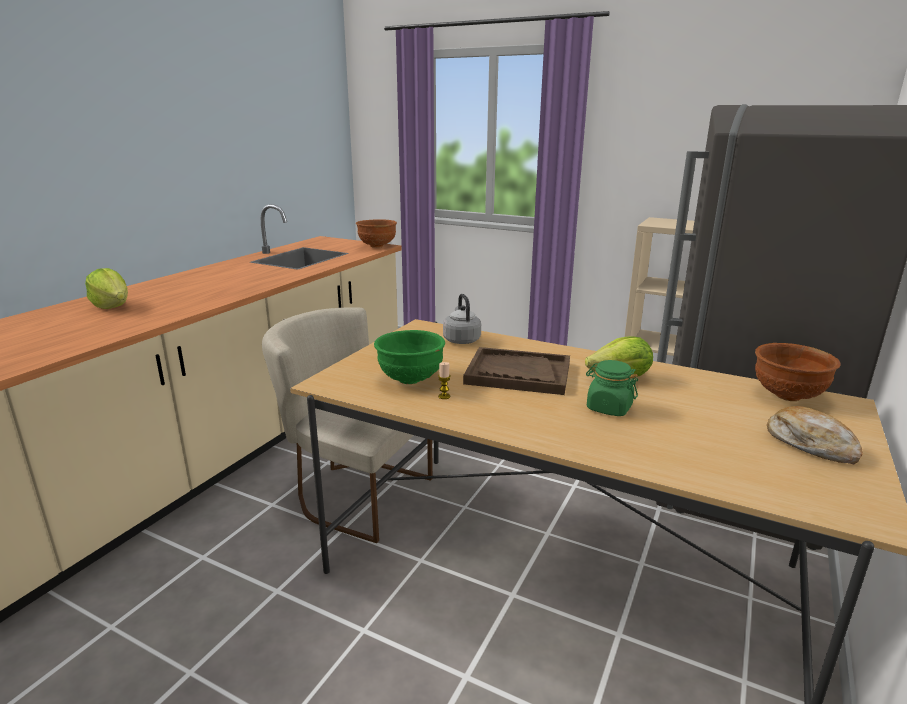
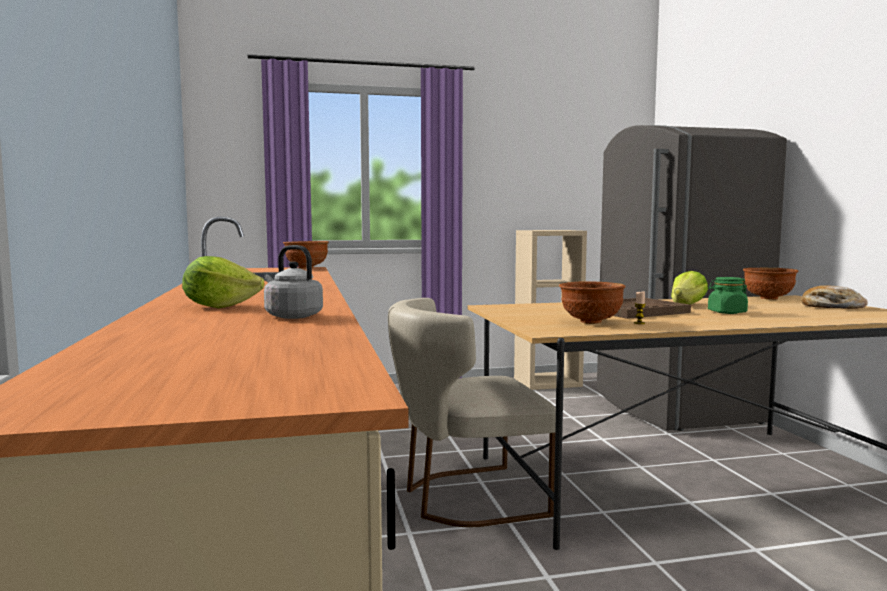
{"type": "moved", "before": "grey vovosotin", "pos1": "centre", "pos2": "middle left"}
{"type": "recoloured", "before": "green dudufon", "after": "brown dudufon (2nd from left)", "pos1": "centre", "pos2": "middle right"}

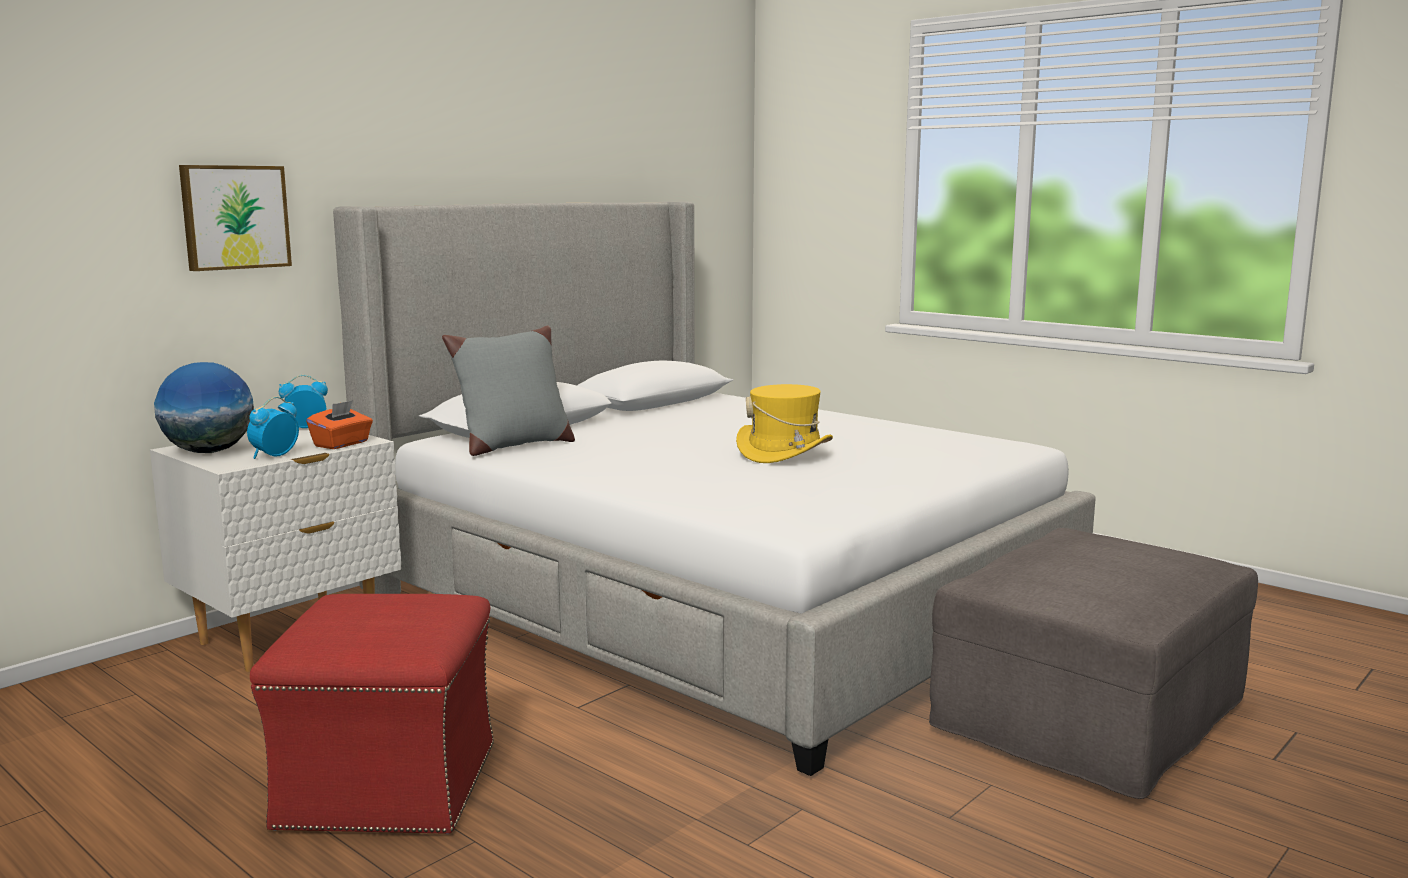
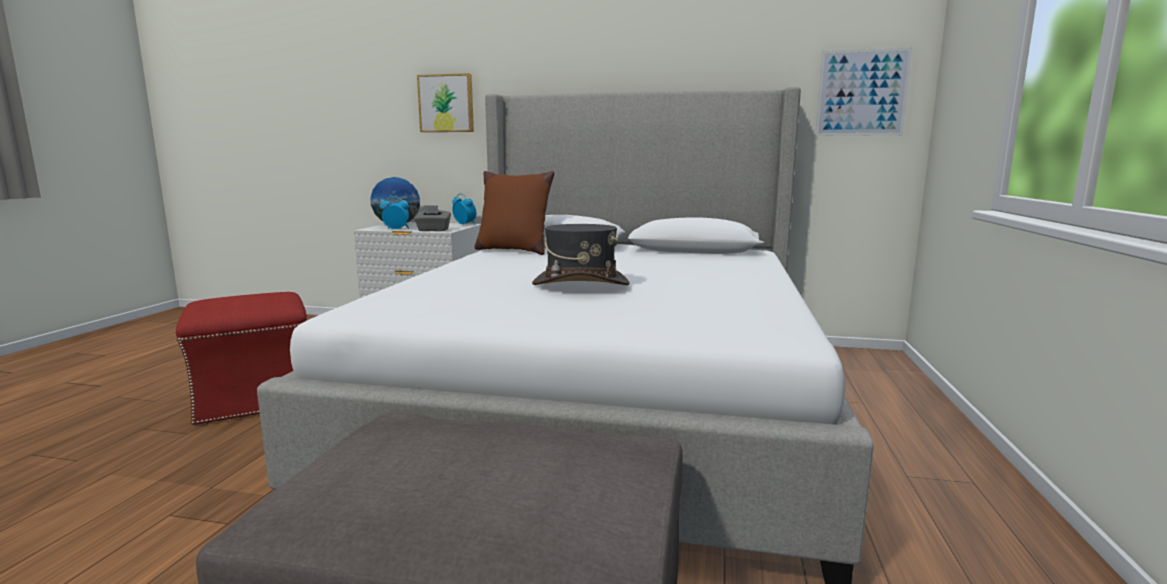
{"type": "recoloured", "before": "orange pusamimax", "after": "grey pusamimax", "pos1": "middle left", "pos2": "centre"}
{"type": "recoloured", "before": "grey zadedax", "after": "brown zadedax", "pos1": "centre", "pos2": "centre"}
{"type": "recoloured", "before": "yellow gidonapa", "after": "grey gidonapa", "pos1": "centre", "pos2": "centre"}
{"type": "added", "after": "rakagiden (2nd from left)", "pos2": "top right"}

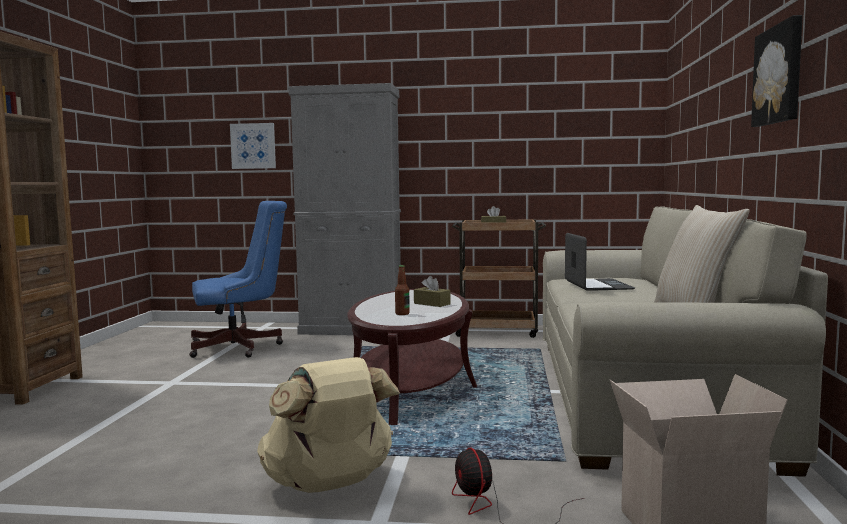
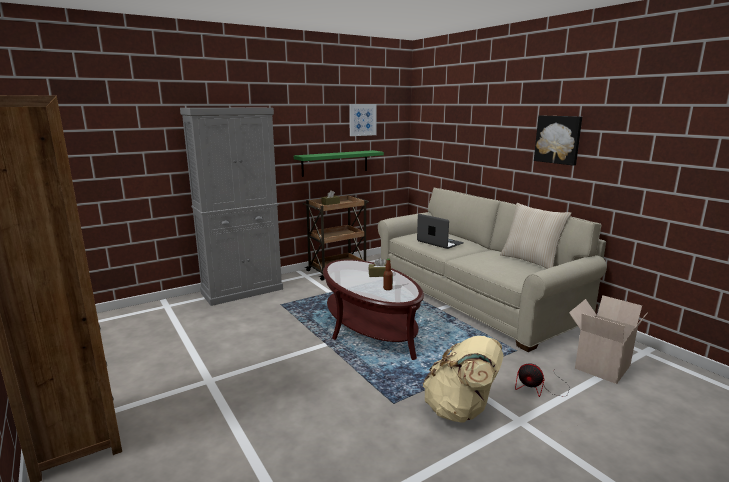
{"type": "added", "after": "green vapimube", "pos2": "centre"}
{"type": "moved", "before": "rakagiden (1st from left)", "pos1": "top left", "pos2": "top centre"}
{"type": "removed", "before": "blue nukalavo", "pos1": "middle left"}

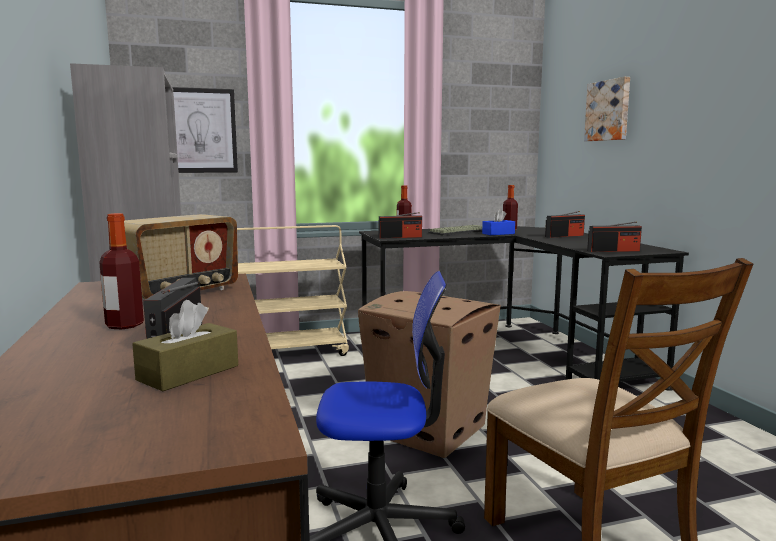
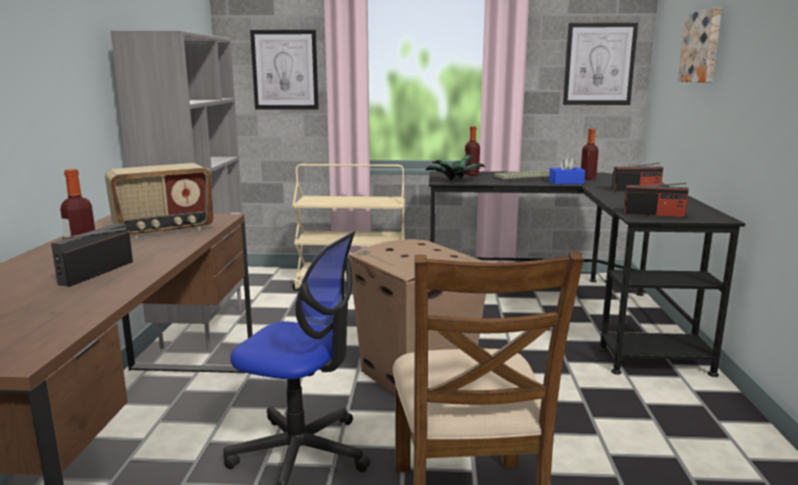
{"type": "replaced", "before": "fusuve (3rd from left)", "after": "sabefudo", "pos1": "centre", "pos2": "centre"}
{"type": "added", "after": "rakagiden (2nd from left)", "pos2": "top right"}
{"type": "removed", "before": "brown pusamimax", "pos1": "middle left"}

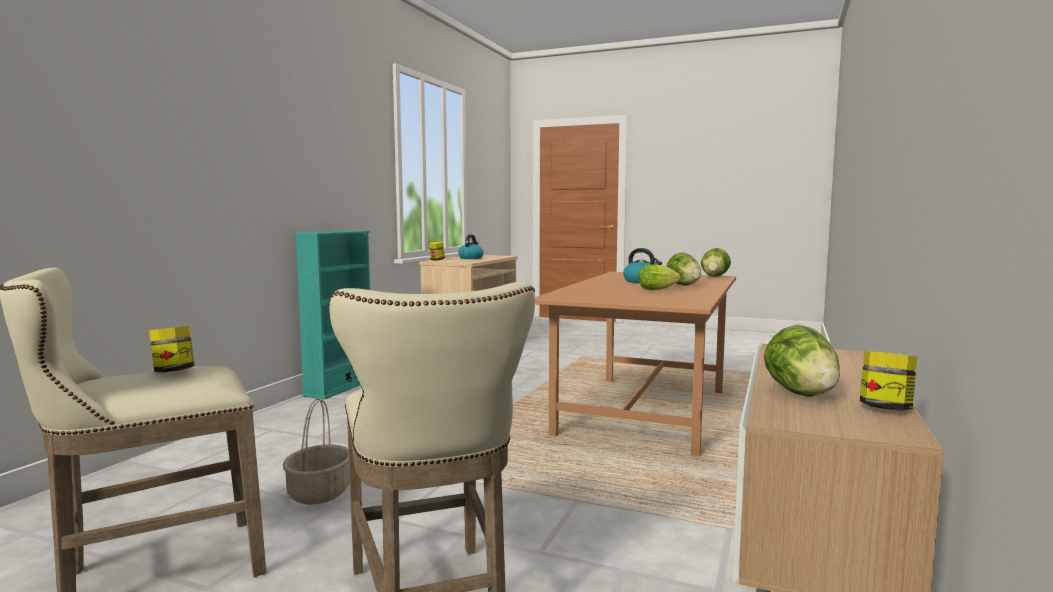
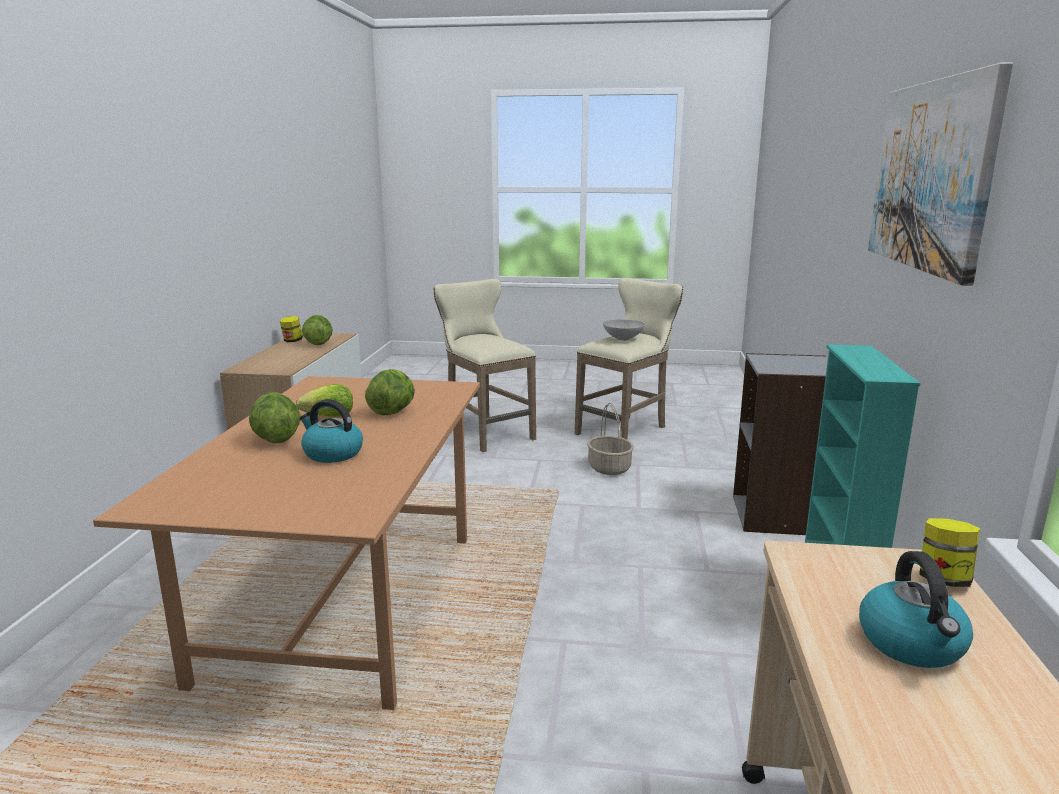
{"type": "moved", "before": "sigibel (3rd from left in the first image)", "after": "sigibel (4th from left)", "pos1": "middle right", "pos2": "centre"}
{"type": "replaced", "before": "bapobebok (1st from left)", "after": "grey dudufon", "pos1": "middle left", "pos2": "centre"}
{"type": "added", "after": "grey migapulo", "pos2": "middle right"}
{"type": "added", "after": "rakagiden", "pos2": "top right"}

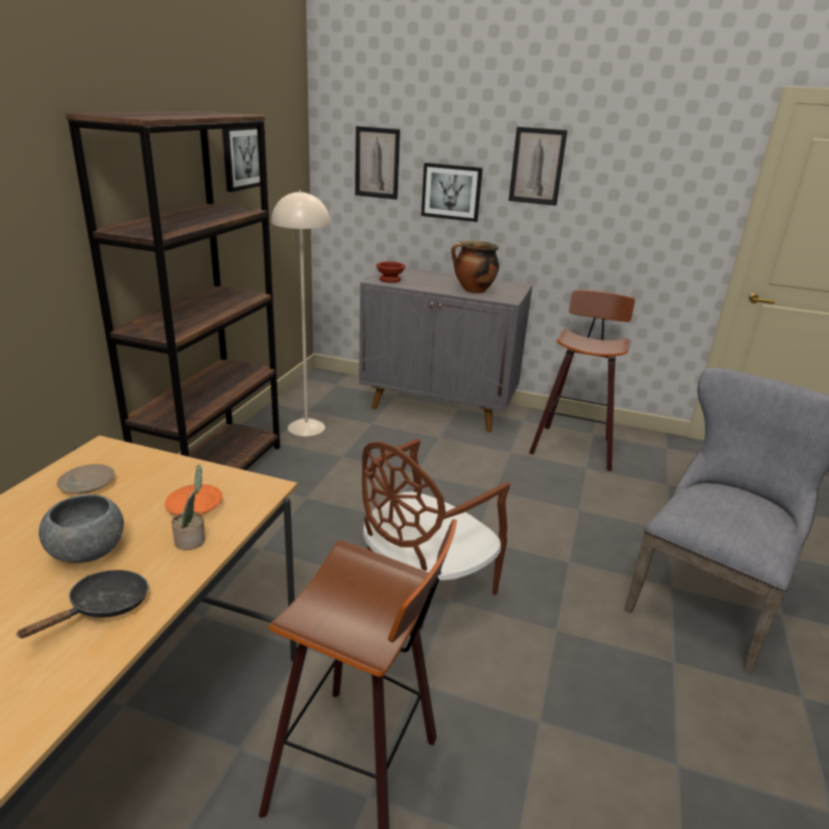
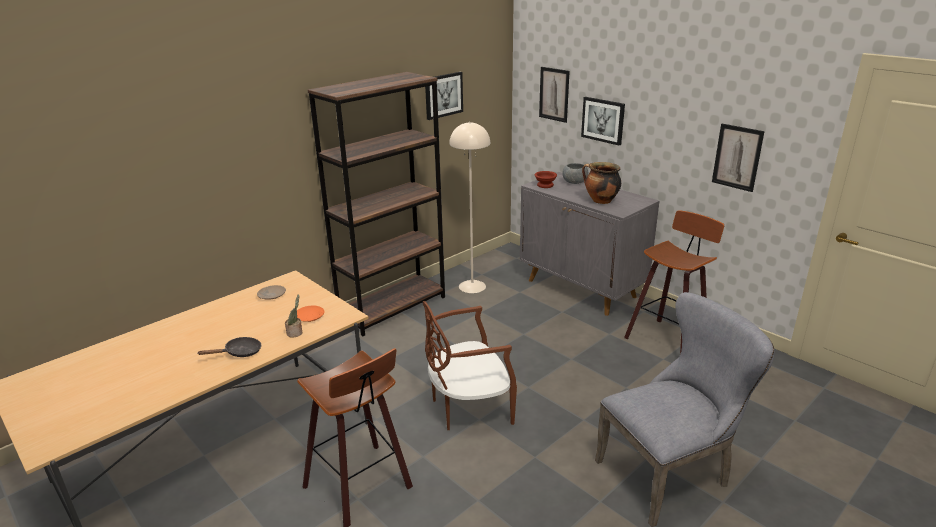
{"type": "moved", "before": "grey dudufon", "pos1": "middle left", "pos2": "top centre"}
{"type": "moved", "before": "rakagiden (4th from left)", "pos1": "top centre", "pos2": "top right"}

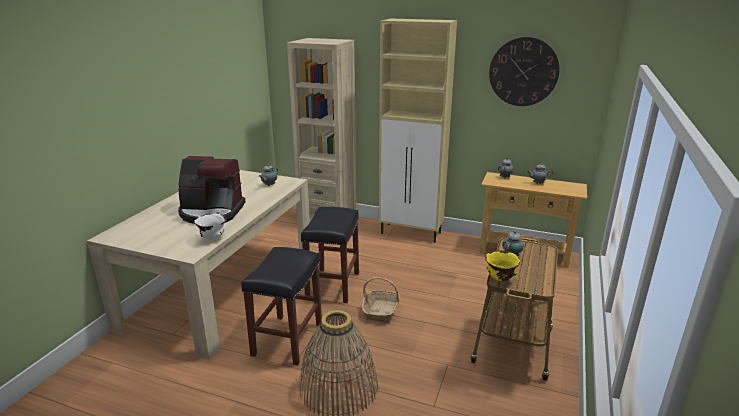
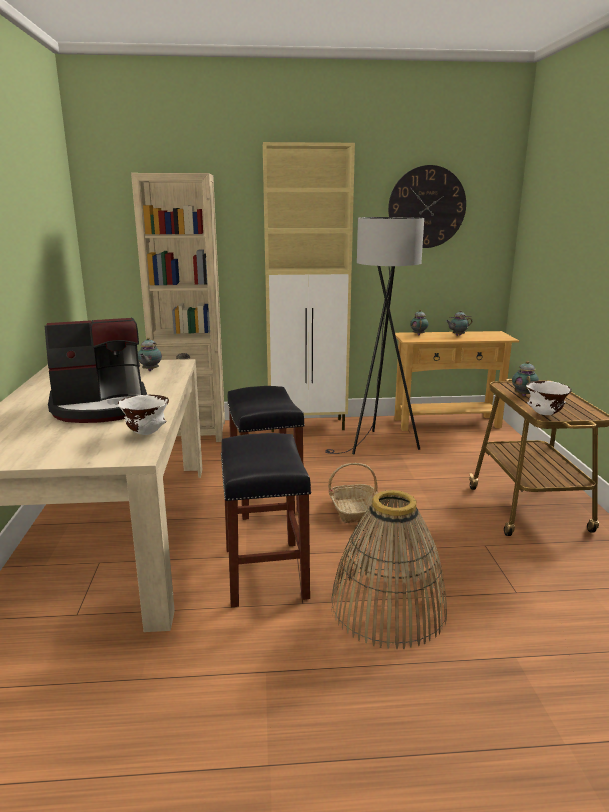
{"type": "added", "after": "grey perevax", "pos2": "centre"}
{"type": "recoloured", "before": "yellow dudufon", "after": "white dudufon (2nd from left)", "pos1": "middle right", "pos2": "middle right"}

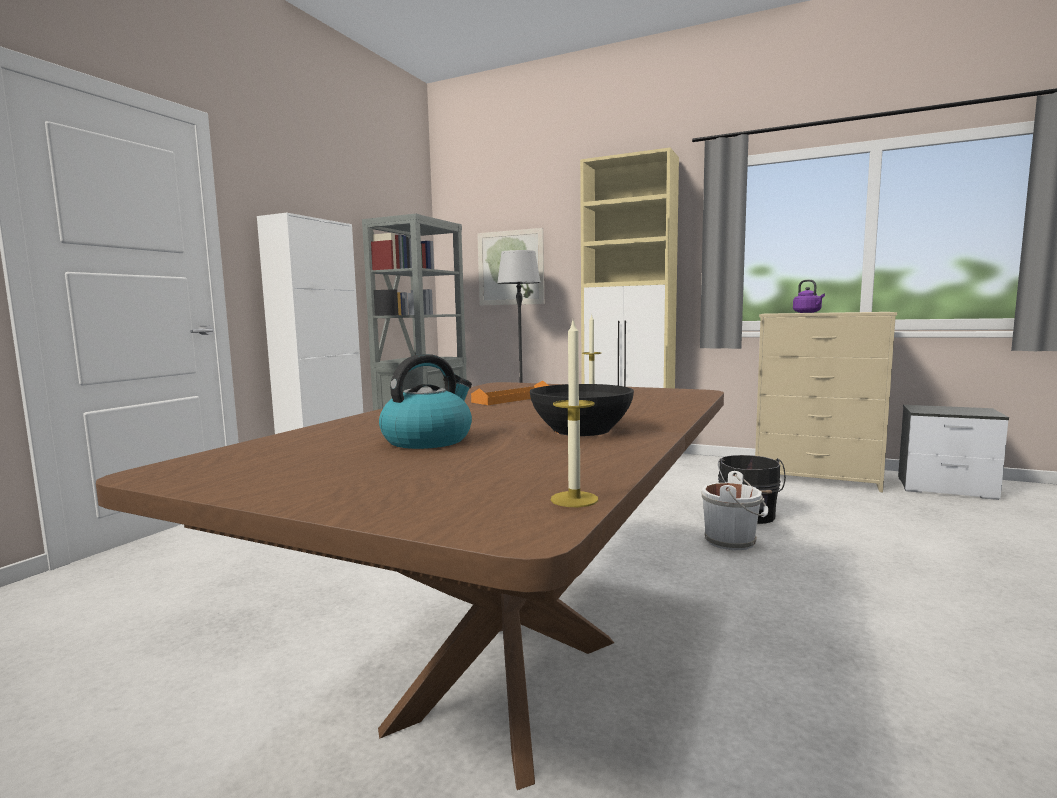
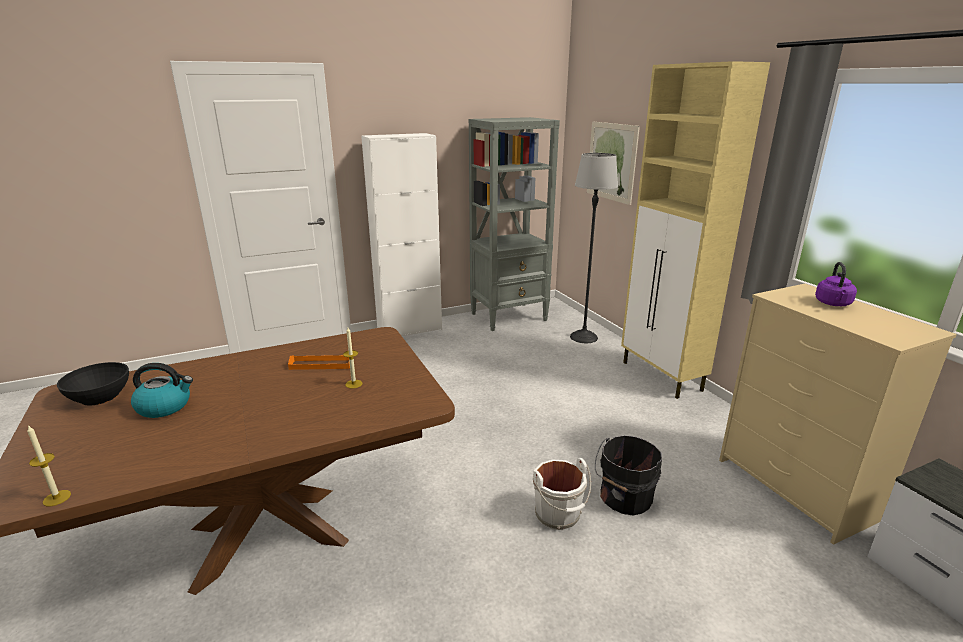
{"type": "moved", "before": "black dudufon", "pos1": "centre", "pos2": "middle left"}

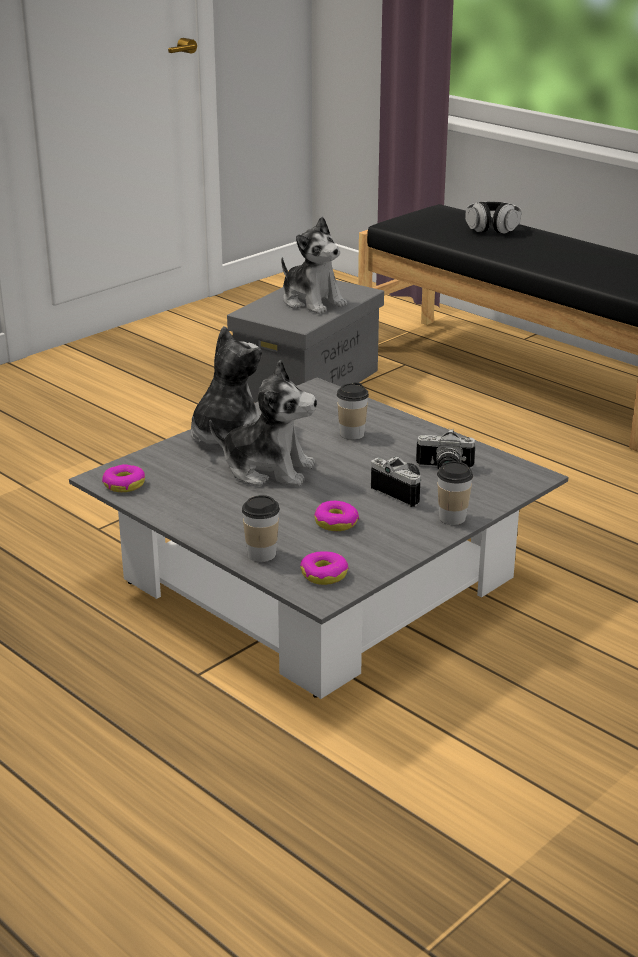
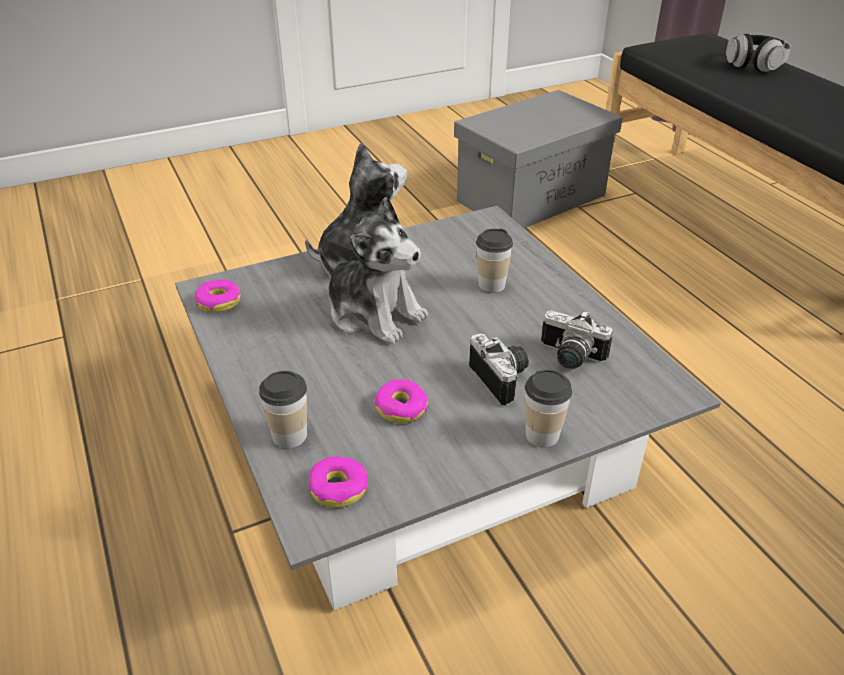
{"type": "removed", "before": "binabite (3rd from left)", "pos1": "top centre"}

